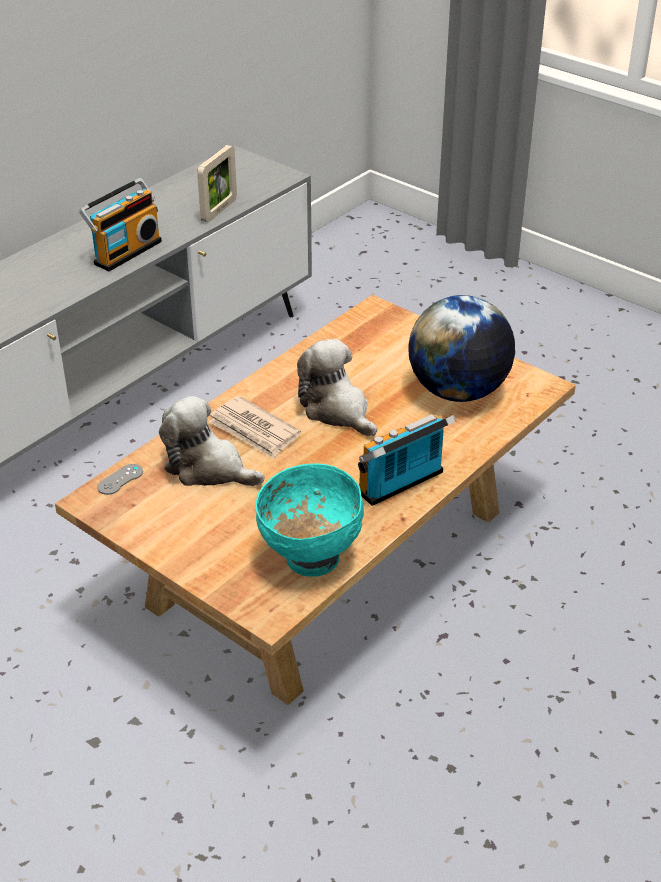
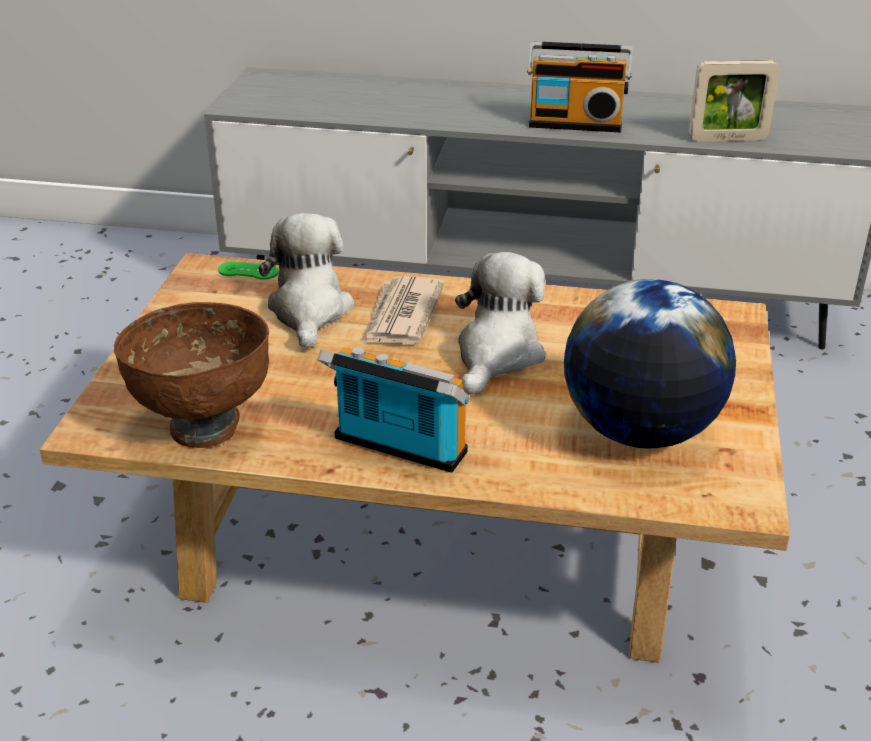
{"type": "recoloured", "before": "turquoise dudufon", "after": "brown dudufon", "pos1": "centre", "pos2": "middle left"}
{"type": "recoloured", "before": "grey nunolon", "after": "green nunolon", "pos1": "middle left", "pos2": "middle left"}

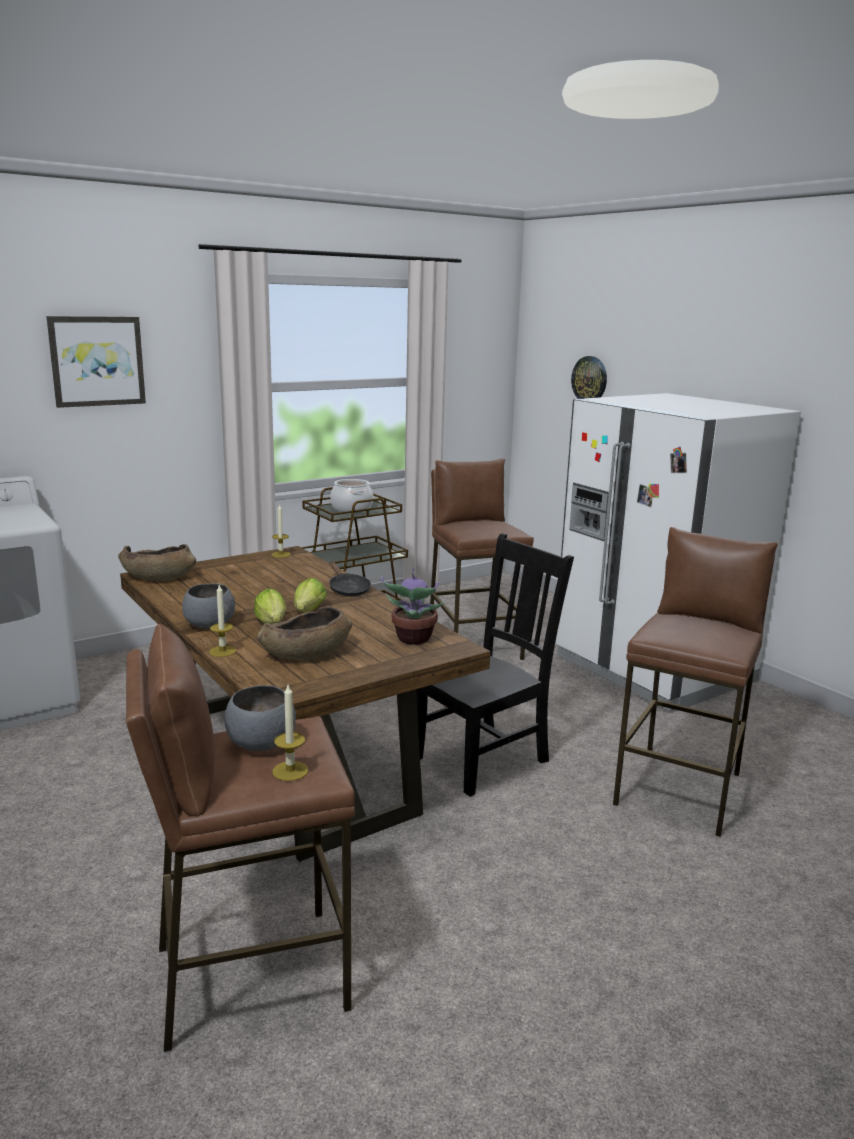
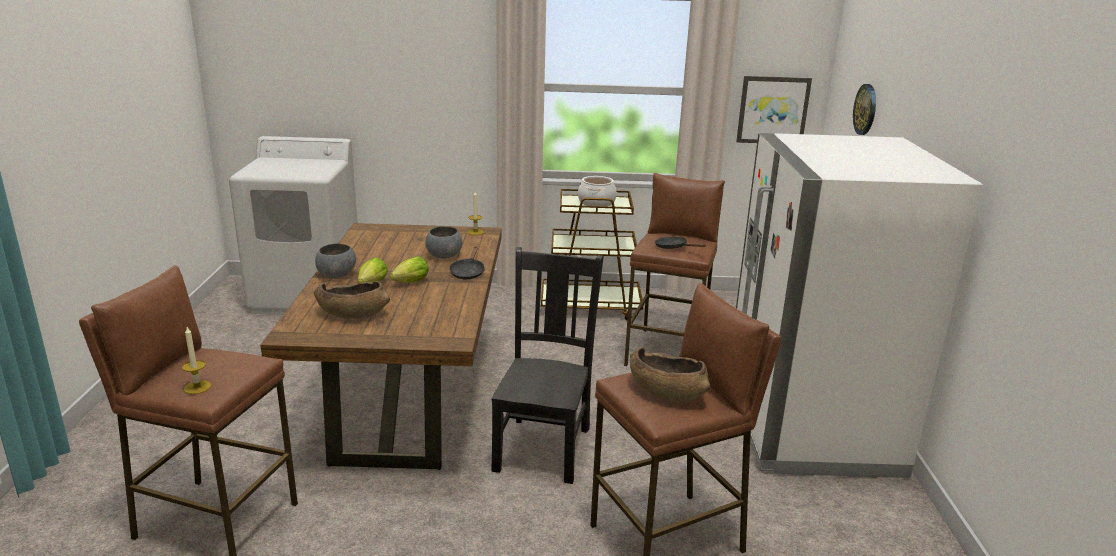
{"type": "moved", "before": "grey dudufon (2nd from left)", "pos1": "middle left", "pos2": "centre"}
{"type": "turned", "before": "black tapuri", "pos1": "centre", "pos2": "centre", "turn": -75}
{"type": "moved", "before": "brown dudufon (1st from left in the first image)", "after": "brown dudufon (2nd from left)", "pos1": "middle left", "pos2": "bottom centre"}
{"type": "added", "after": "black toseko (2nd from left)", "pos2": "centre"}
{"type": "moved", "before": "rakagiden", "pos1": "top left", "pos2": "top right"}
{"type": "removed", "before": "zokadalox (1st from left)", "pos1": "middle left"}
{"type": "removed", "before": "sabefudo", "pos1": "centre"}

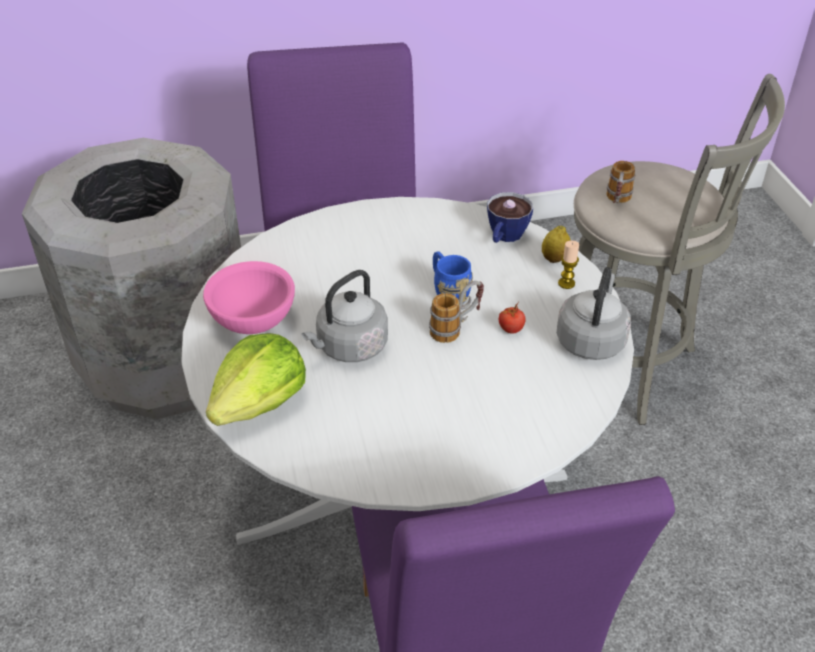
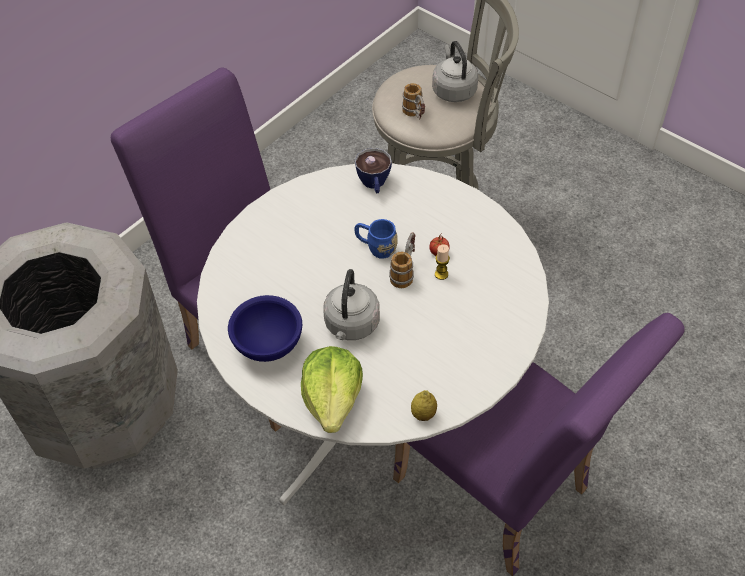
{"type": "recoloured", "before": "pink dudufon", "after": "blue dudufon", "pos1": "middle left", "pos2": "centre"}
{"type": "moved", "before": "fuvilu", "pos1": "middle right", "pos2": "bottom centre"}
{"type": "moved", "before": "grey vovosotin (2nd from left)", "pos1": "middle right", "pos2": "top centre"}
{"type": "moved", "before": "zokadalox", "pos1": "middle right", "pos2": "centre"}

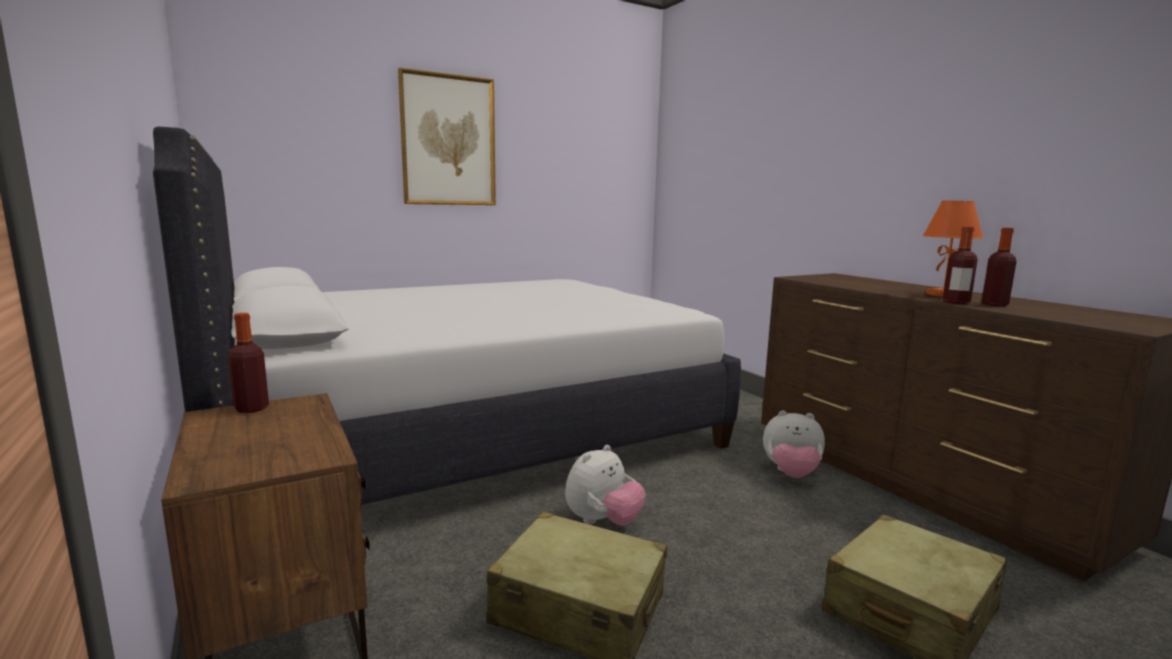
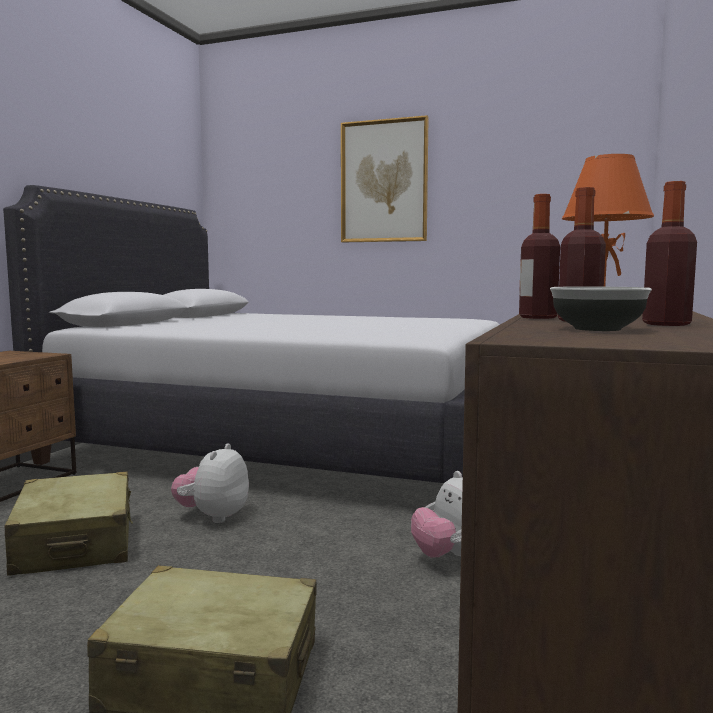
{"type": "turned", "before": "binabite (1st from left)", "pos1": "bottom centre", "pos2": "bottom left", "turn": 105}
{"type": "added", "after": "dudufon", "pos2": "middle right"}
{"type": "moved", "before": "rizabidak (1st from left in the first image)", "after": "rizabidak (3rd from left)", "pos1": "middle left", "pos2": "middle right"}

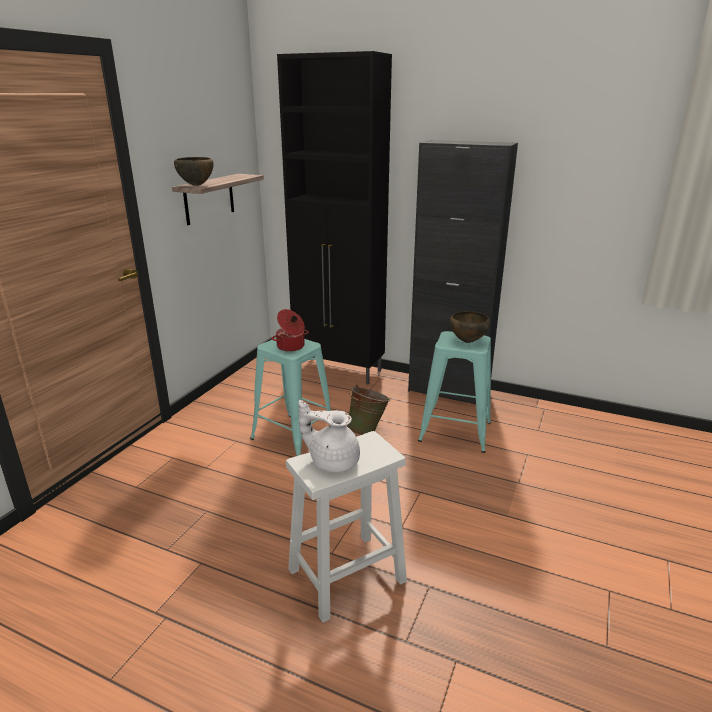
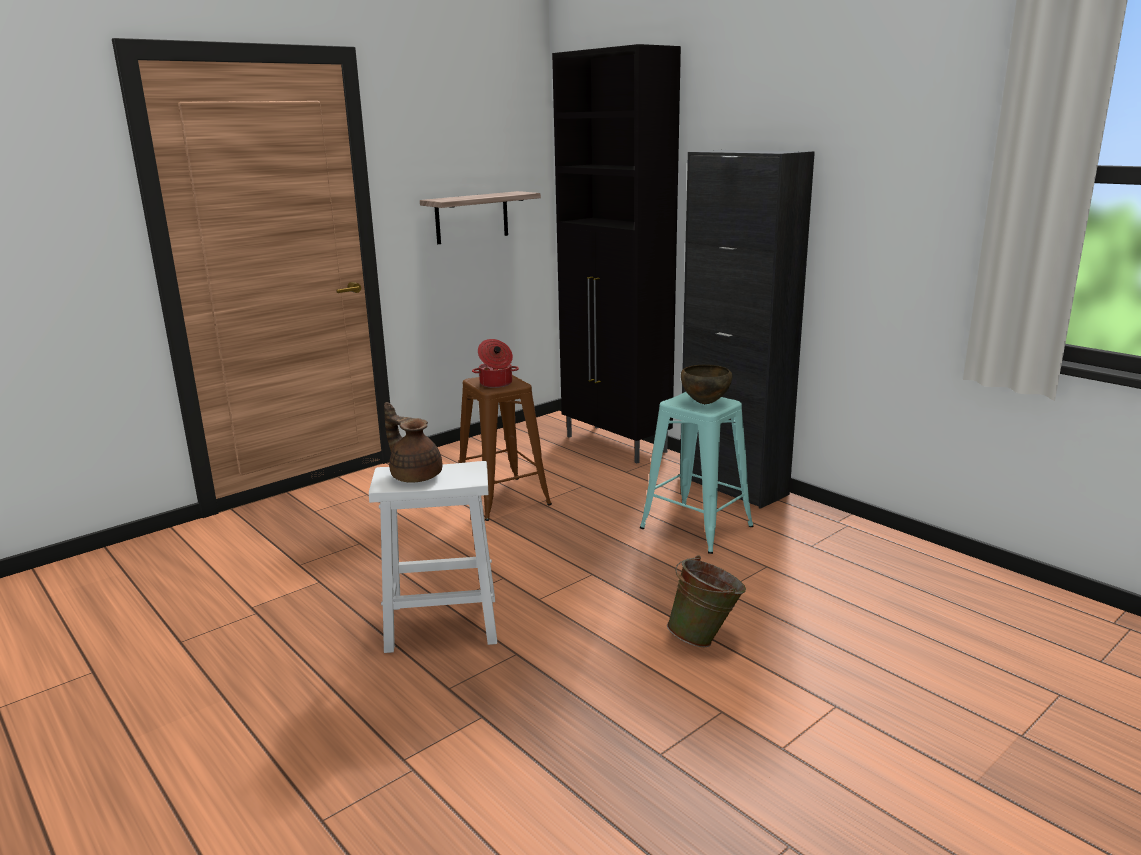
{"type": "recoloured", "before": "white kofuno", "after": "brown kofuno", "pos1": "centre", "pos2": "centre"}
{"type": "recoloured", "before": "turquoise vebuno (1st from left)", "after": "brown vebuno", "pos1": "centre", "pos2": "centre"}
{"type": "moved", "before": "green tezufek", "pos1": "centre", "pos2": "bottom centre"}
{"type": "removed", "before": "brown dudufon (1st from left)", "pos1": "top left"}

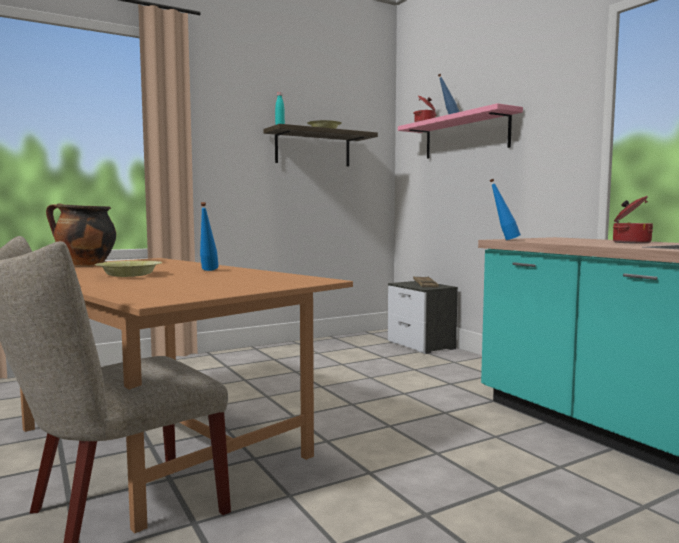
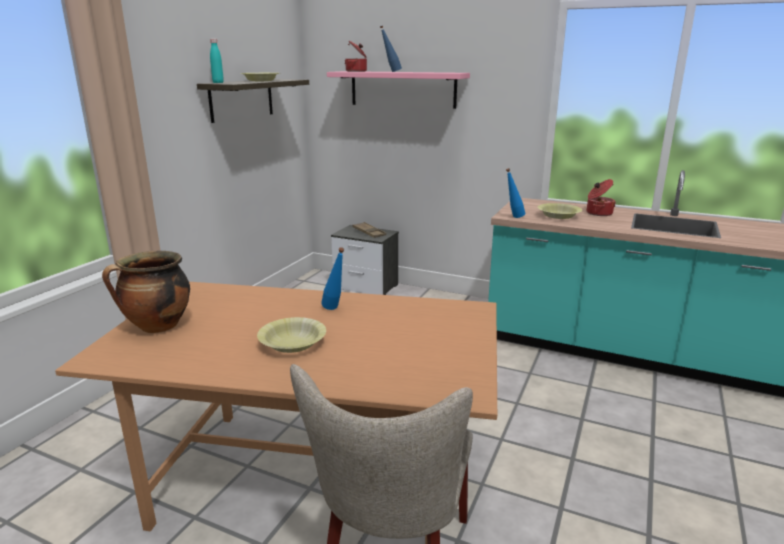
{"type": "added", "after": "yellow dudufon (3rd from left)", "pos2": "middle right"}

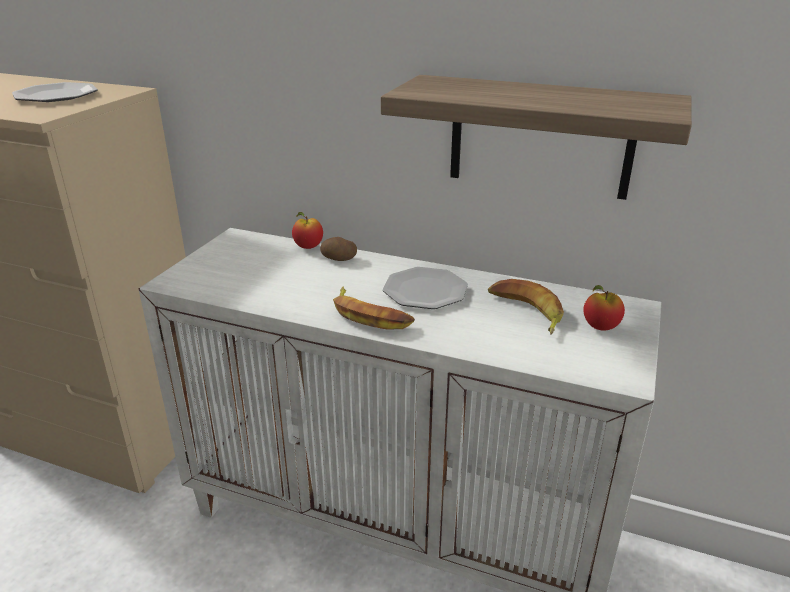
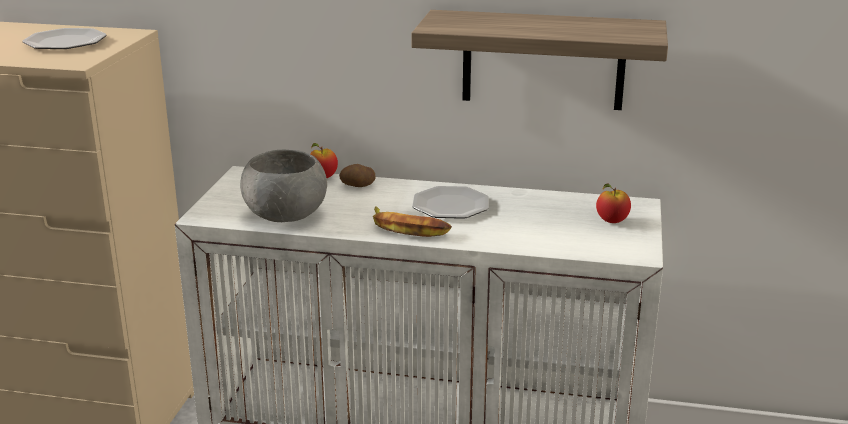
{"type": "added", "after": "grey dudufon", "pos2": "centre"}
{"type": "removed", "before": "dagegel (2nd from left)", "pos1": "centre"}

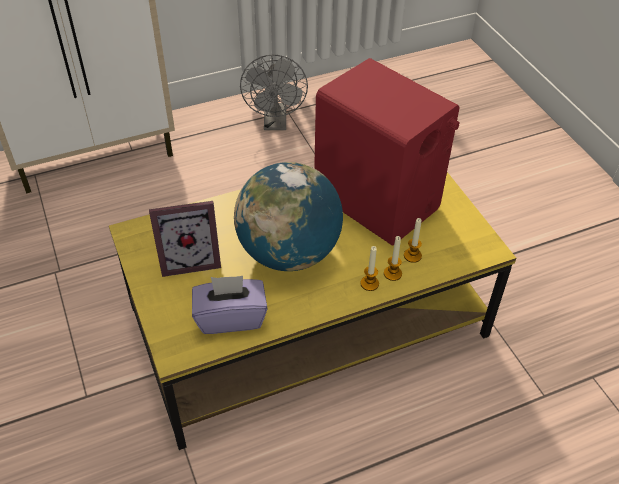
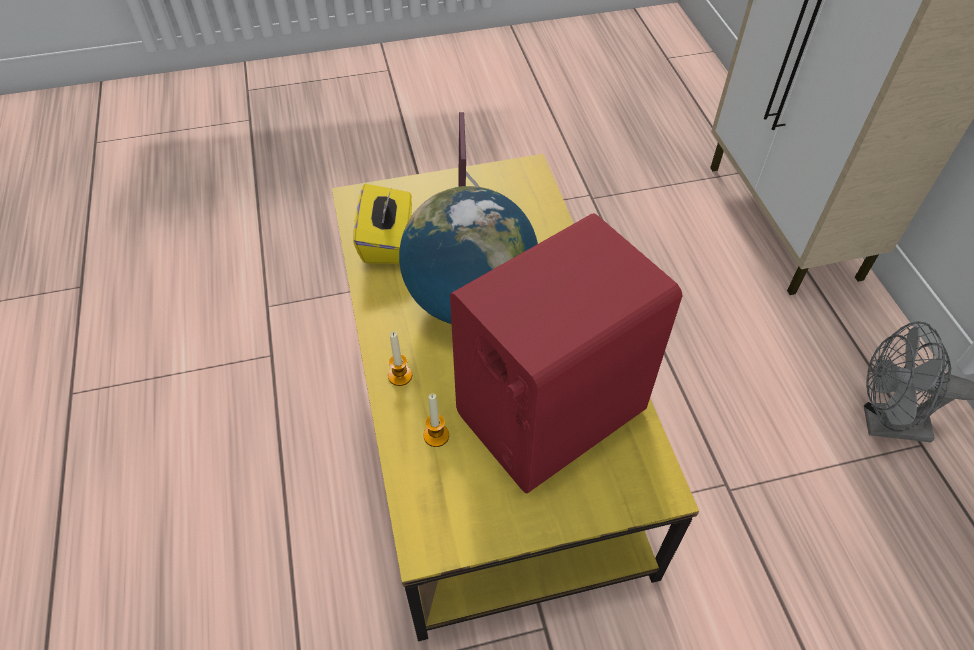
{"type": "recoloured", "before": "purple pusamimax", "after": "yellow pusamimax", "pos1": "centre", "pos2": "centre"}
{"type": "removed", "before": "zokadalox (2nd from left)", "pos1": "centre"}

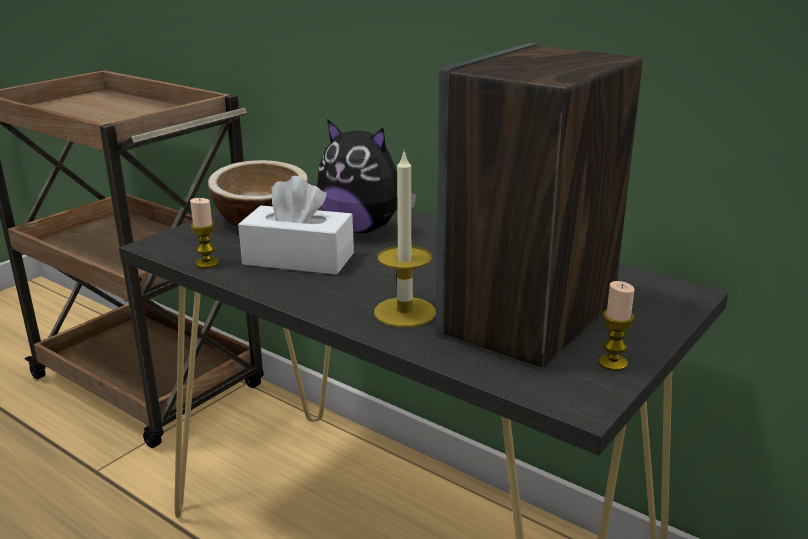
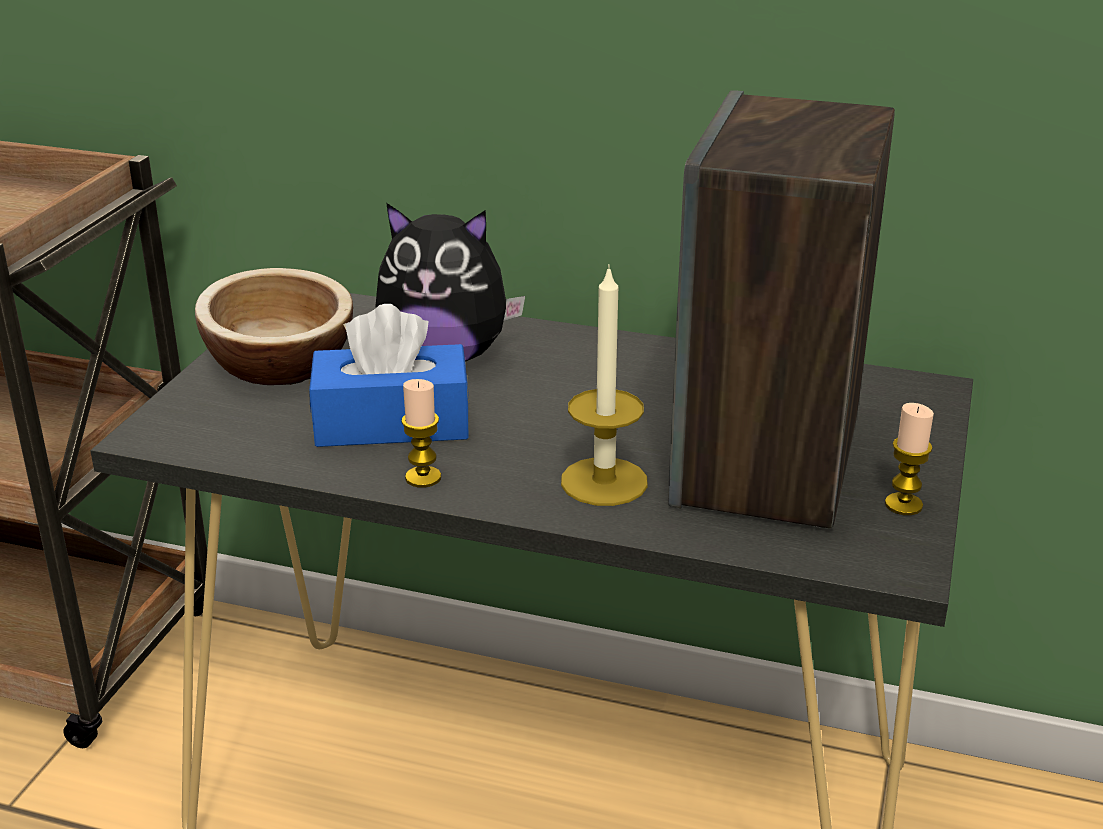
{"type": "recoloured", "before": "white pusamimax", "after": "blue pusamimax", "pos1": "centre", "pos2": "centre"}
{"type": "moved", "before": "zokadalox (1st from left)", "pos1": "middle left", "pos2": "centre"}

